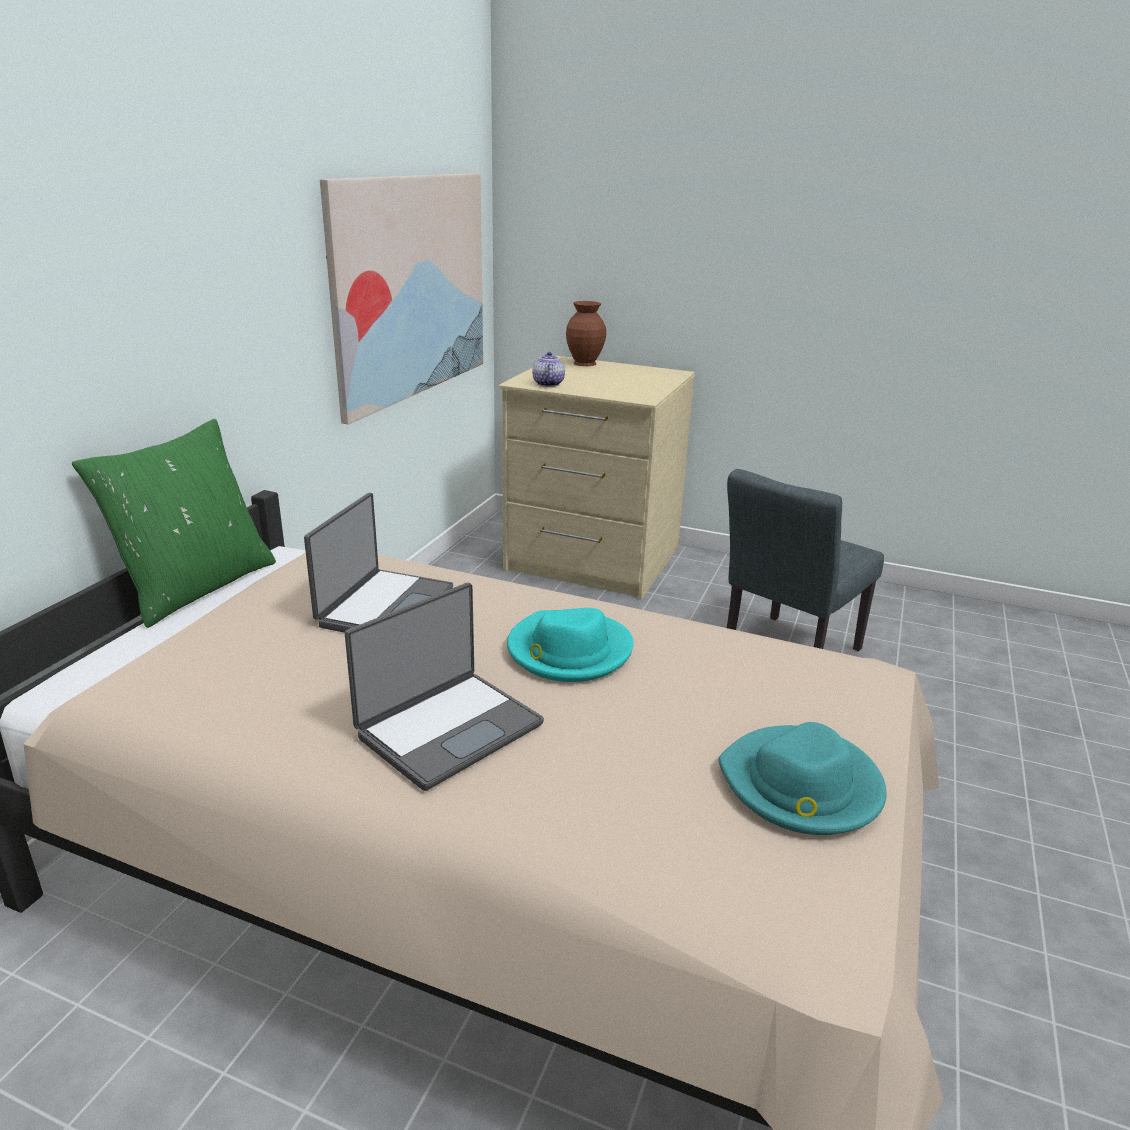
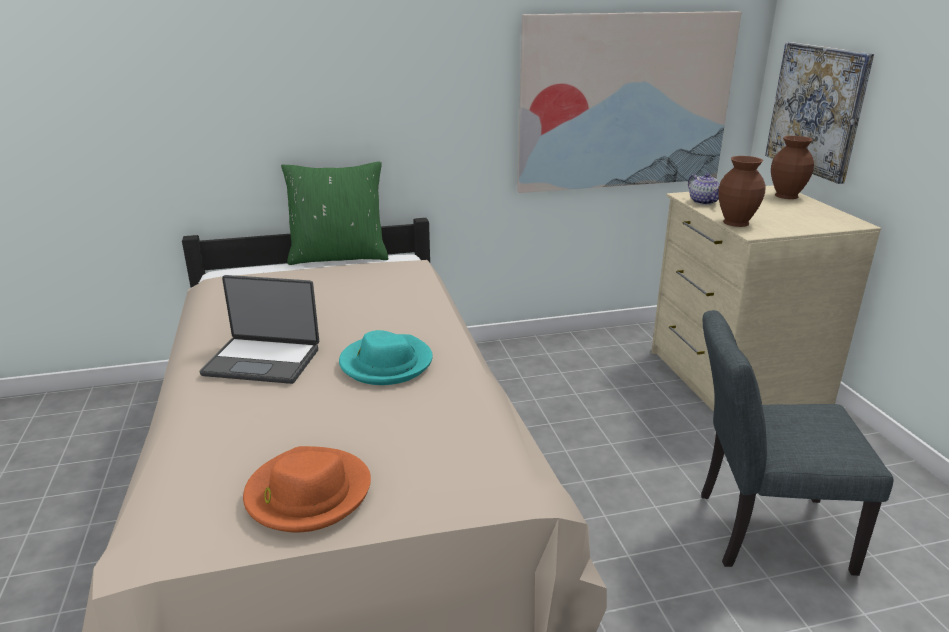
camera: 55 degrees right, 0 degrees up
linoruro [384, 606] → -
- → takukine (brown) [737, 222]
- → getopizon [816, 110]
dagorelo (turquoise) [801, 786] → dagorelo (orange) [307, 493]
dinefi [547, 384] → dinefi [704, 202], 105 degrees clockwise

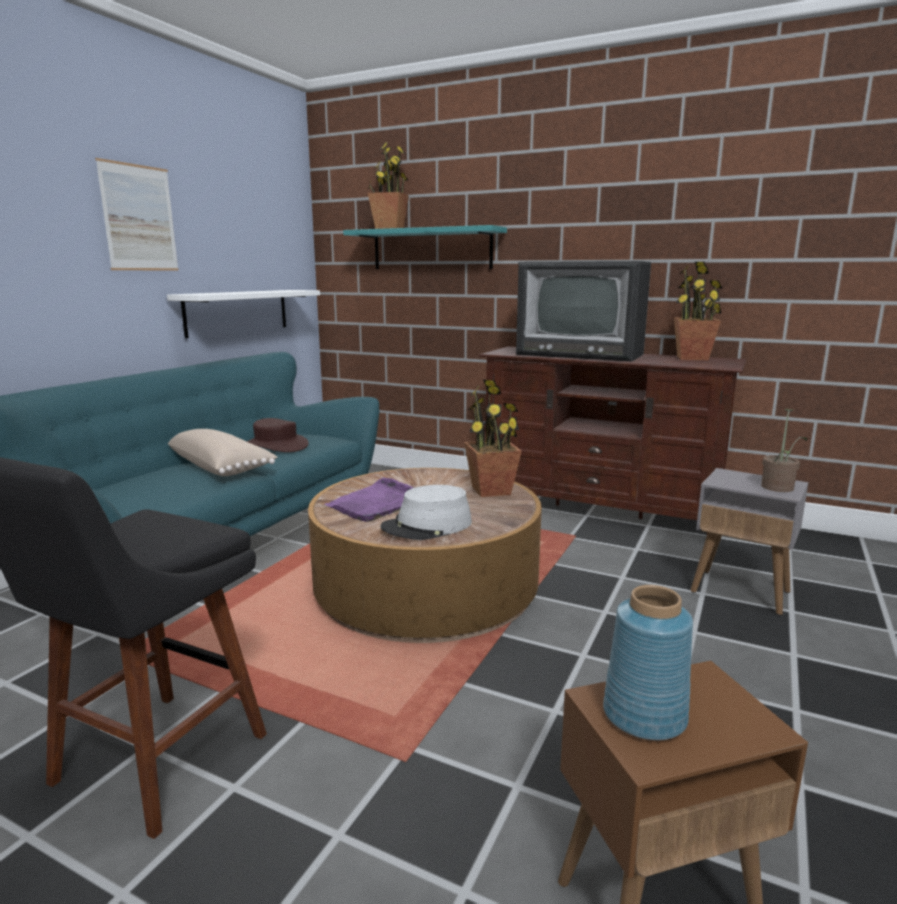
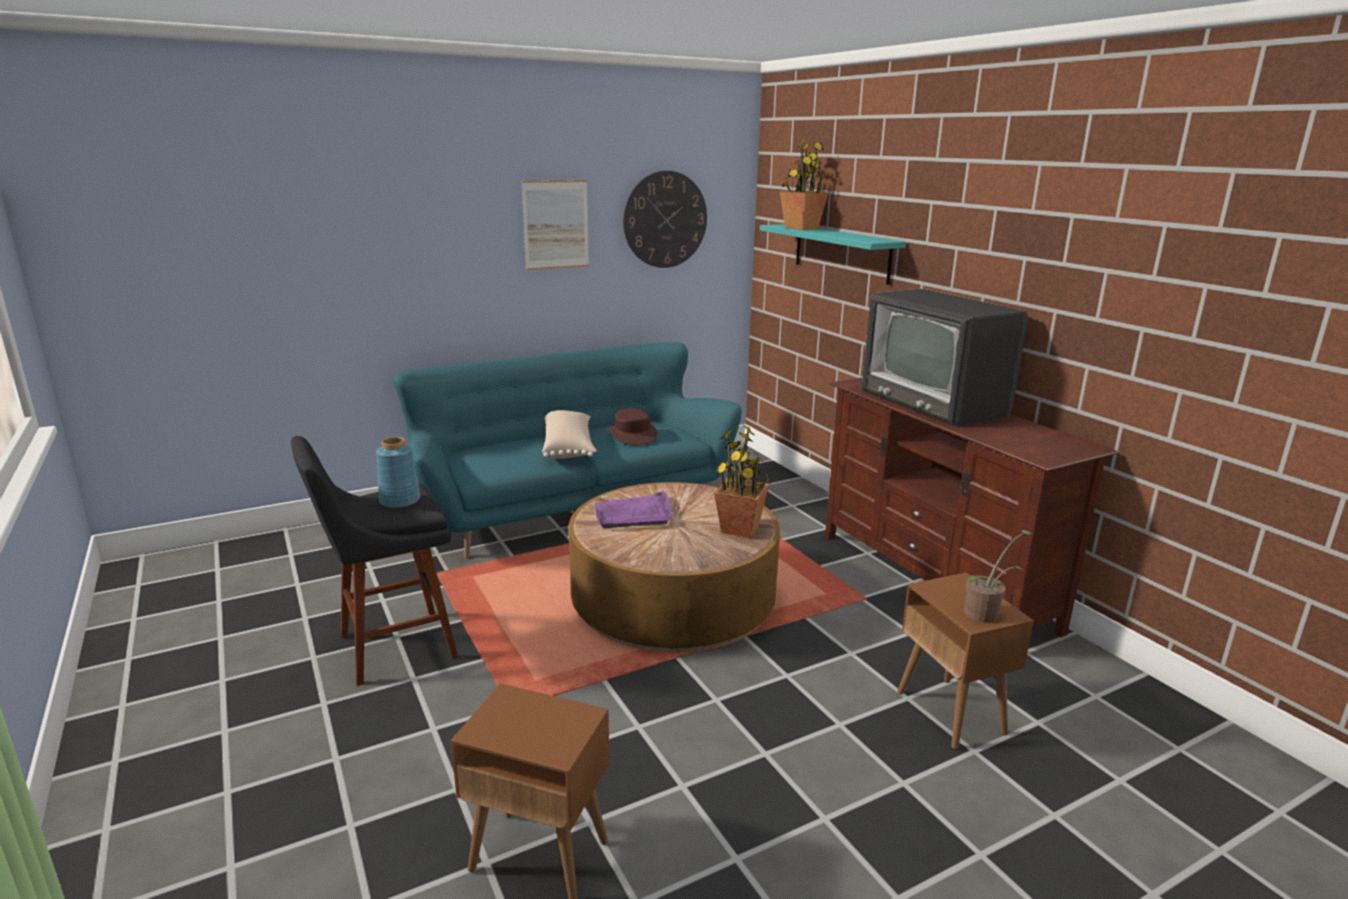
camera: 35 degrees right, 5 degrees up
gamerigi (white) [237, 312] → -
dagorelo (grey) [427, 526] → -
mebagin [693, 358] → -
- → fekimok [665, 219]
takukine (blue) [643, 715] → takukine (blue) [399, 500], relocated
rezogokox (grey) [741, 592] → rezogokox (brown) [951, 713]

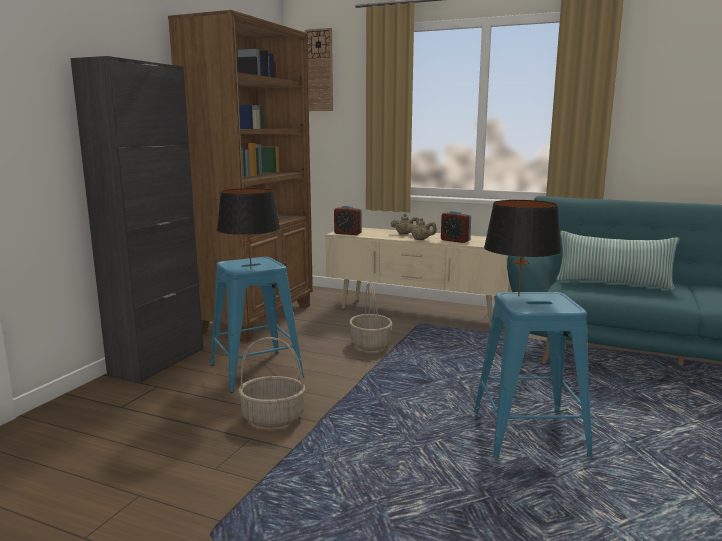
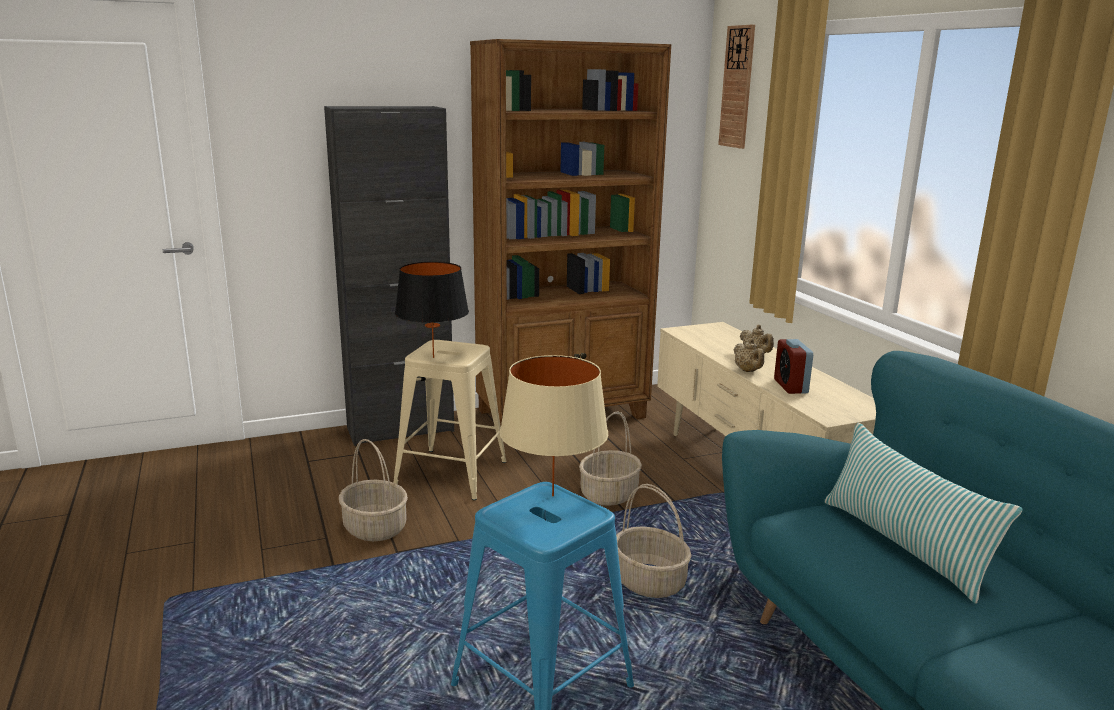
camera: 45 degrees right, 5 degrees up
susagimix [348, 233] → -
- → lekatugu [650, 582]
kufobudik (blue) [255, 371] → kufobudik (beige) [450, 474]
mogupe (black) [518, 296] → mogupe (beige) [553, 496]

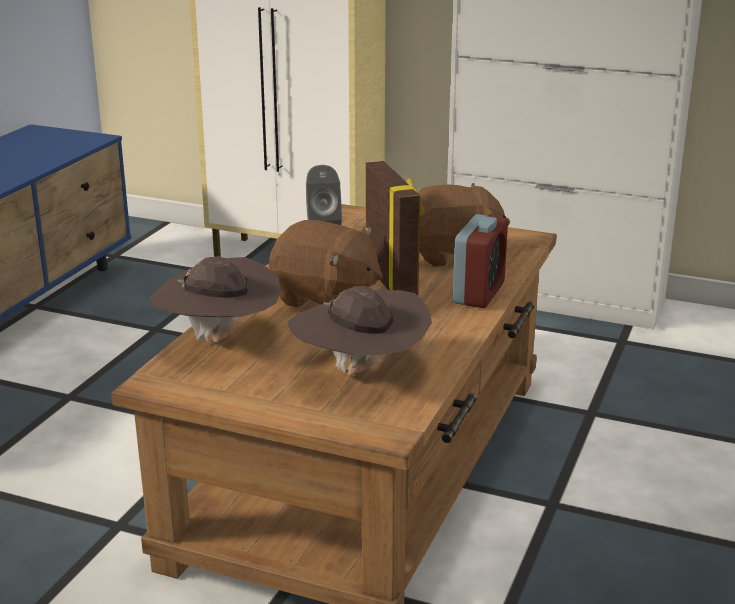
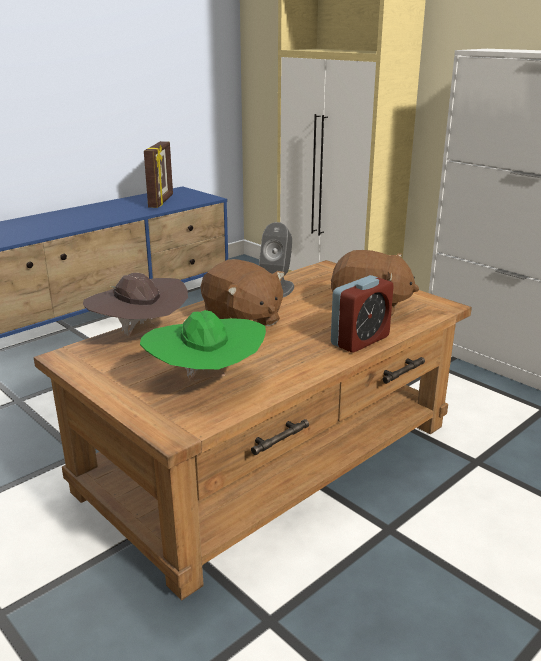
camera: 25 degrees right, 0 degrees up
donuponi [392, 282] → donuponi [161, 201], relocated
dagorelo (brown) [360, 373] → dagorelo (green) [206, 382]

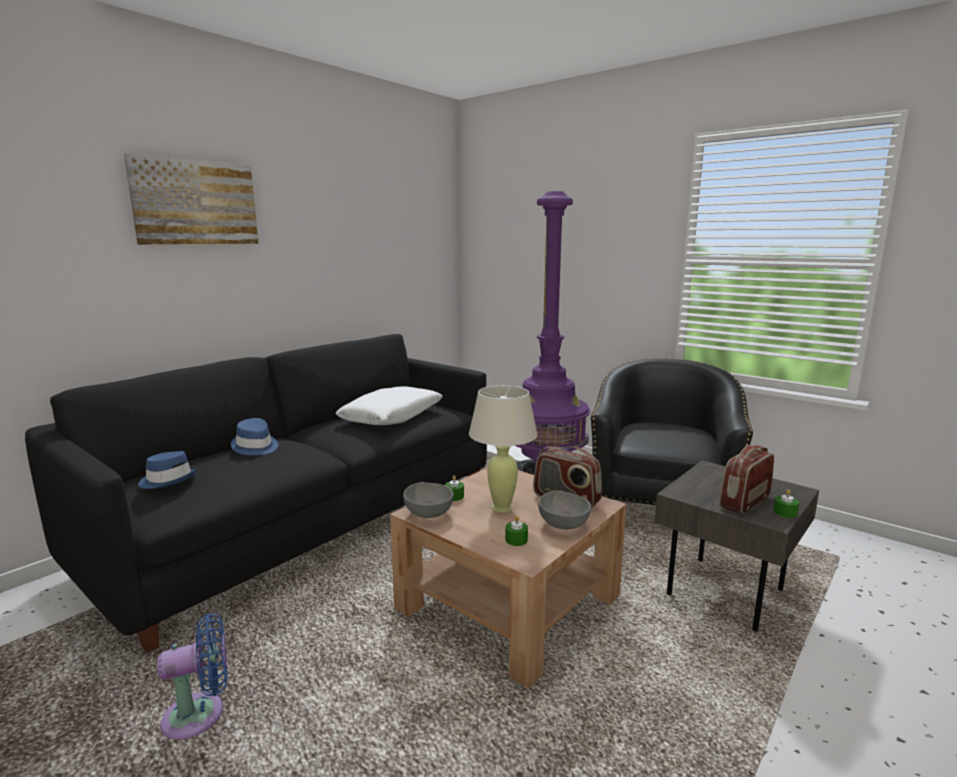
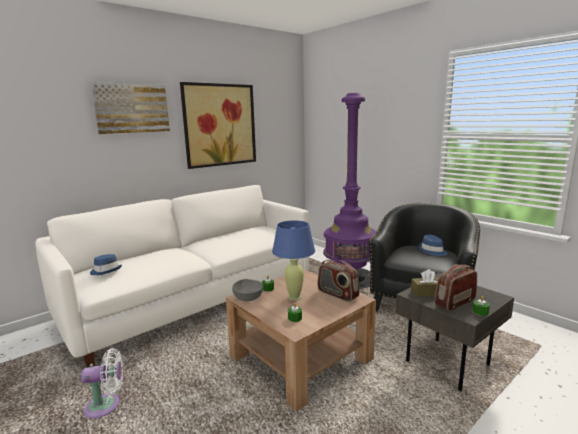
camera: 10 degrees right, 0 degrees up
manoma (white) [392, 416] → -
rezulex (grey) [564, 524] → -
- → getopizon [220, 125]
- → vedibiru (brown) [427, 292]
dagorelo (blue) [255, 447] → dagorelo (blue) [432, 251], relocated
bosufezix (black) [306, 523] → bosufezix (white) [193, 300]
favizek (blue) [200, 715] → favizek (white) [106, 406]
mogupe (beige) [502, 507] → mogupe (blue) [294, 297]

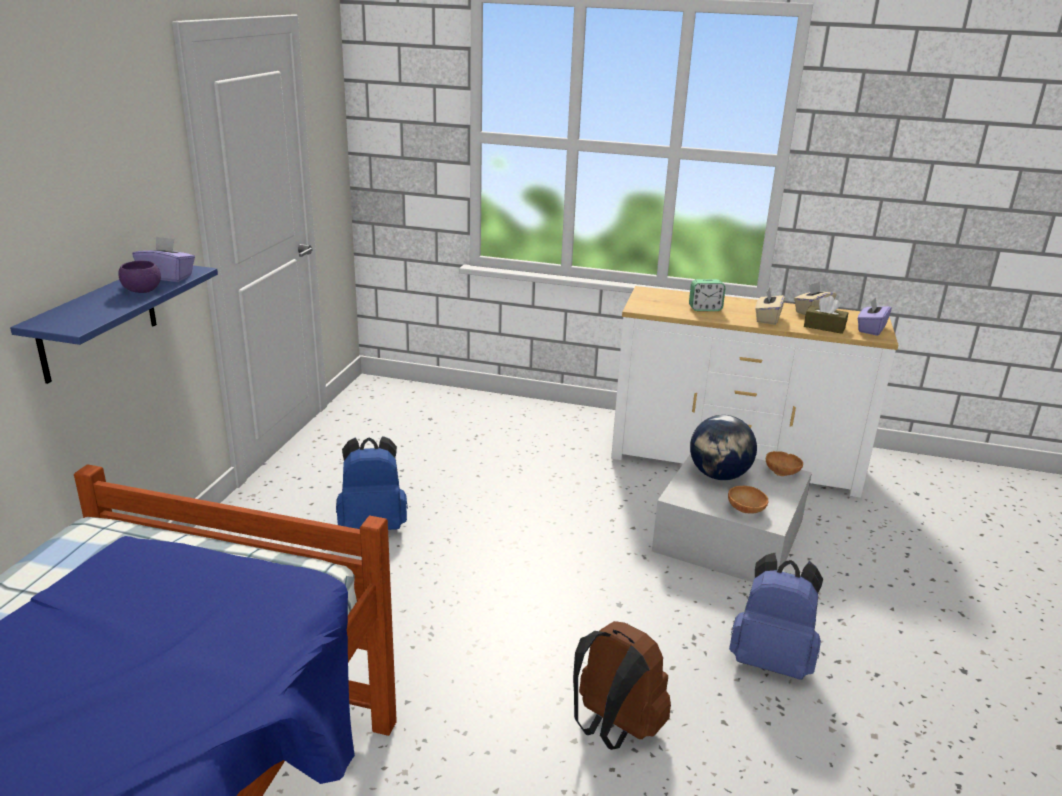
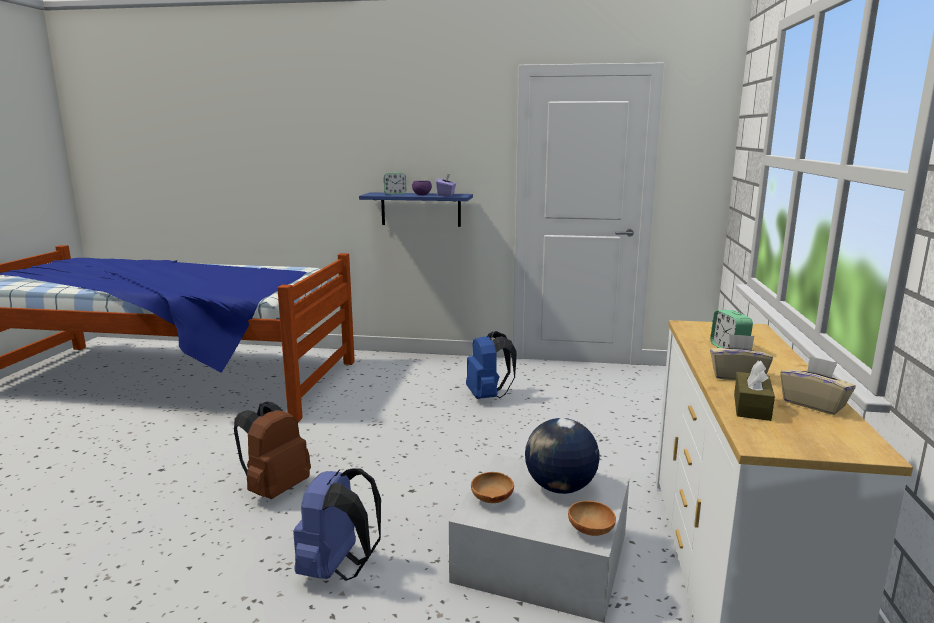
camera: 85 degrees right, 10 degrees down
vedibiru (purple) [871, 329] → -
- → susagimix [395, 193]

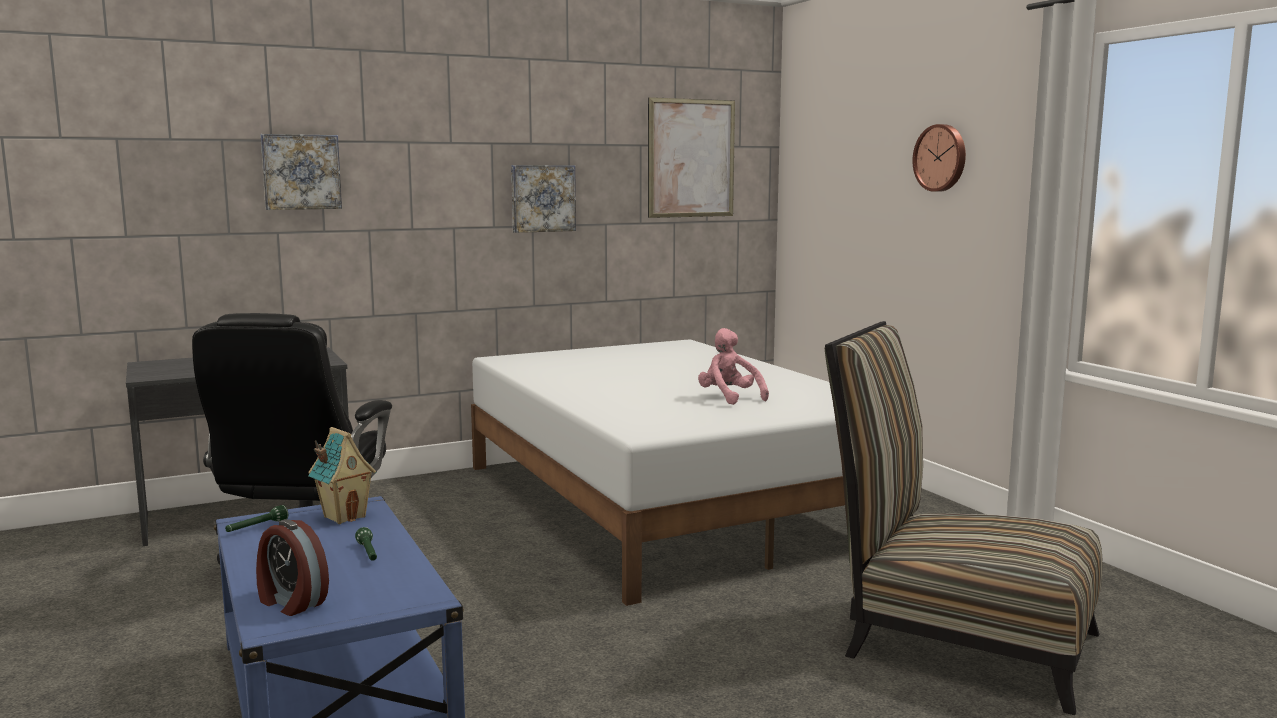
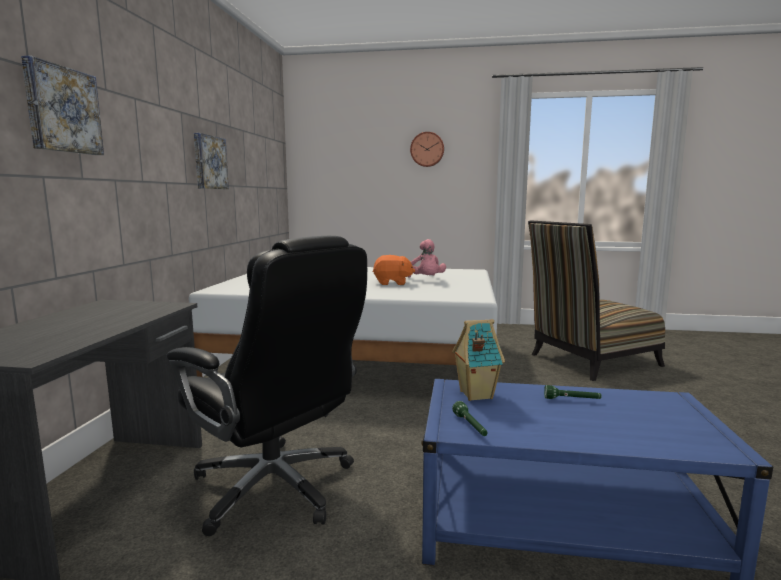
camera: 55 degrees left, 0 degrees up
susagimix [291, 602] → -
getopizon [691, 158] → -
- → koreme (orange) [392, 283]
koreme (pink) [729, 398] → koreme (pink) [426, 279], 105 degrees counterclockwise

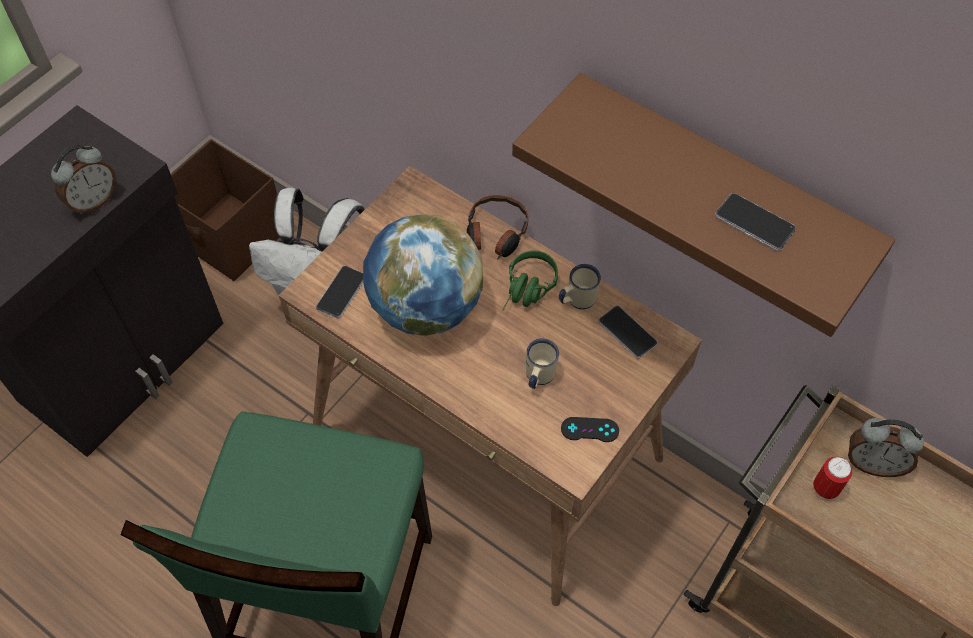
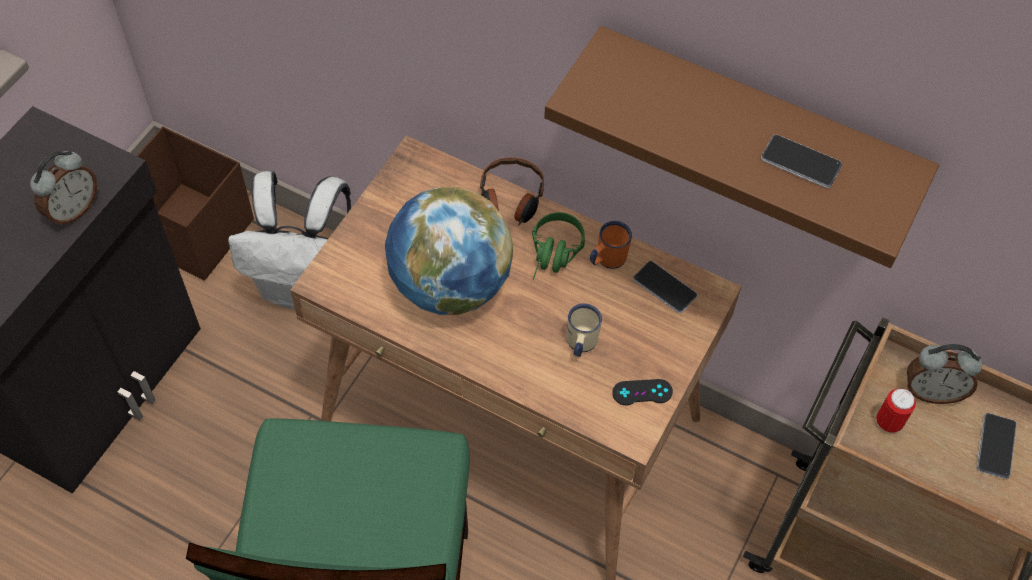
camera: 10 degrees left, 0 degrees up
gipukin [341, 292] → gipukin [995, 446], relocated
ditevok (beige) [576, 300] → ditevok (orange) [606, 259]

